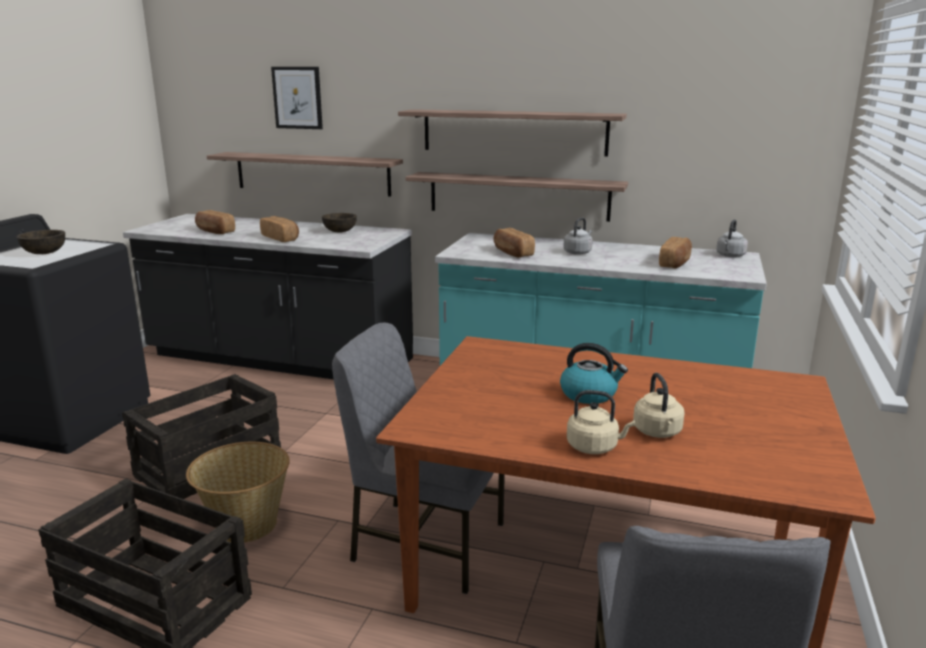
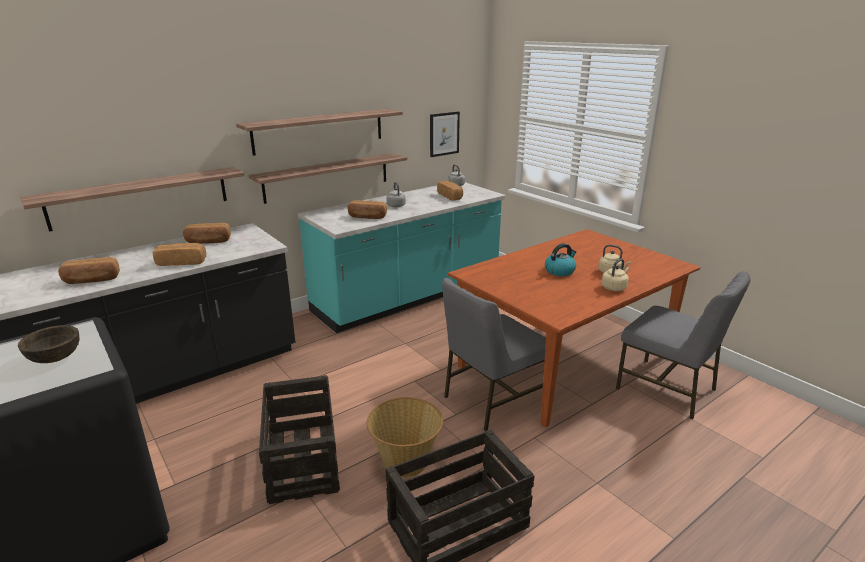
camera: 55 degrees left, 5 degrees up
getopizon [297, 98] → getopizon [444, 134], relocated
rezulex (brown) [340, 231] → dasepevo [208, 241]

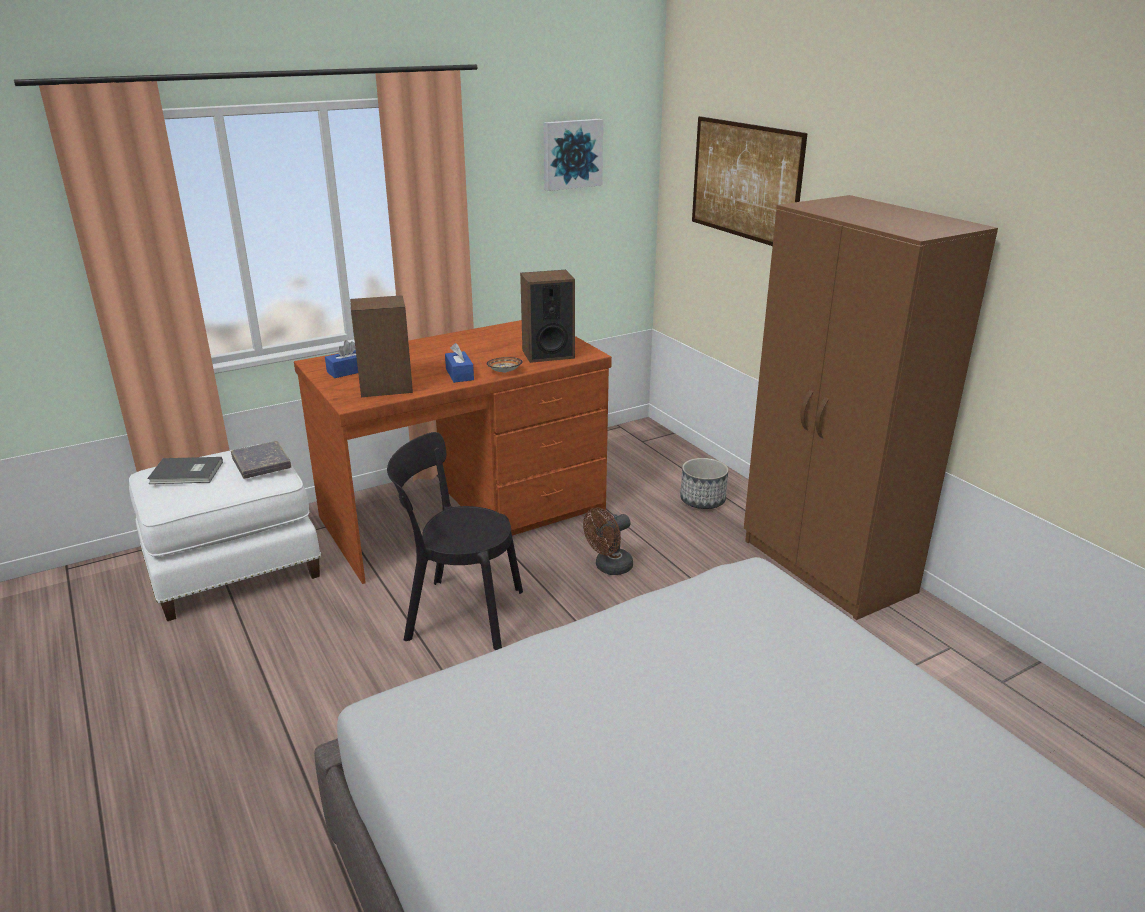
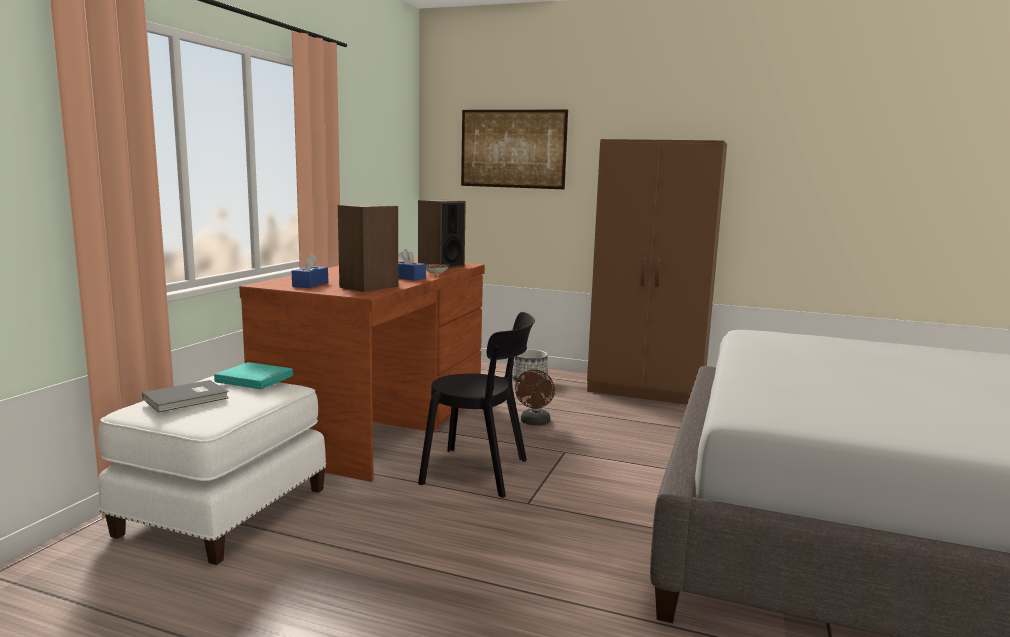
camera: 40 degrees left, 15 degrees down
getopizon [571, 154] → -
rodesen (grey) [261, 464] → rodesen (turquoise) [254, 380]
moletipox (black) [459, 613] → moletipox (black) [480, 472], 135 degrees counterclockwise

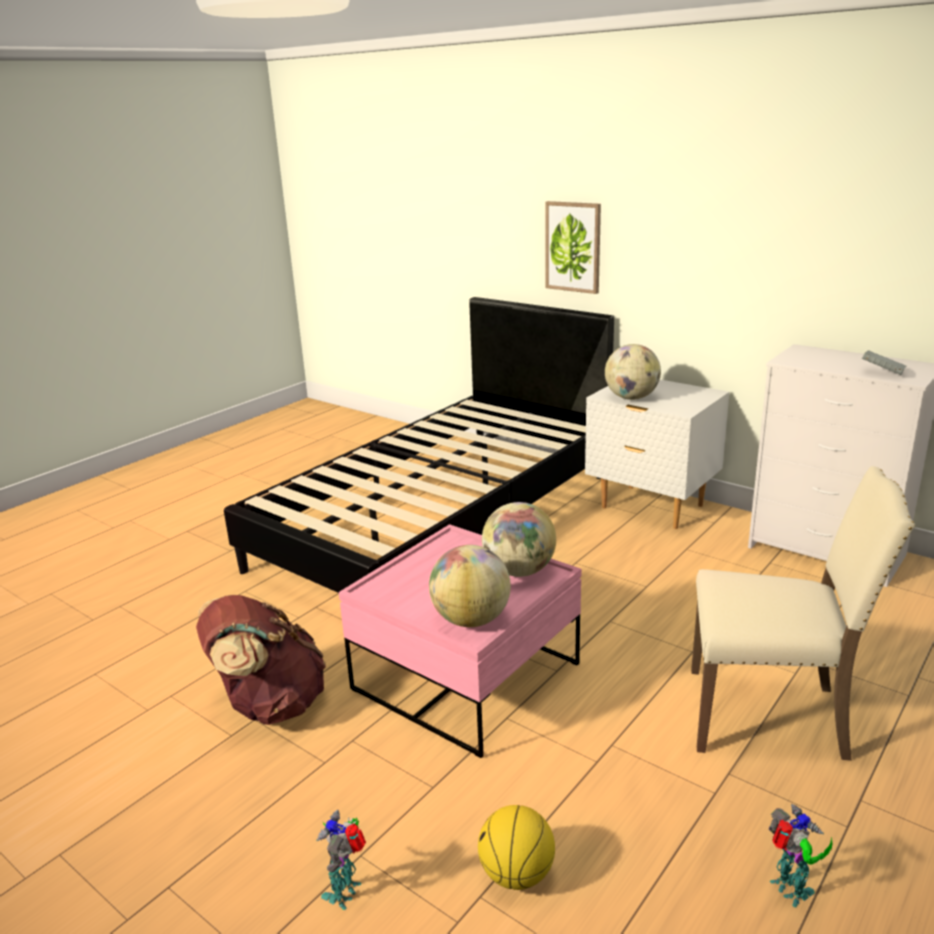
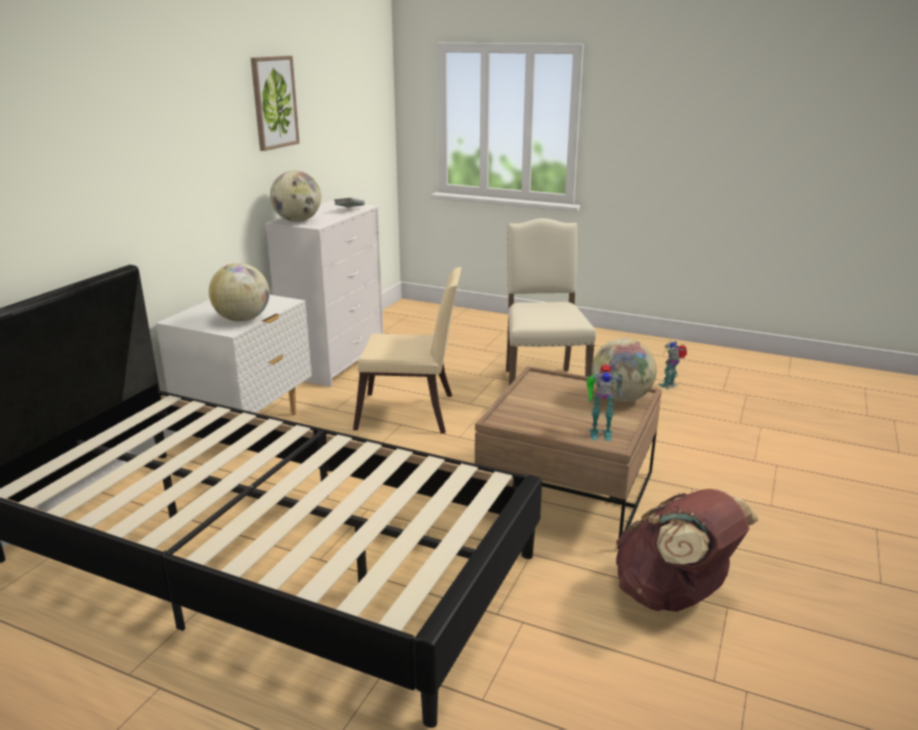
camera: 105 degrees left, 0 degrees up
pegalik [516, 874] → -
- → moletipox (beige) [412, 414]
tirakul [346, 892] → tirakul [599, 433], relocated
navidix [519, 571] → navidix [297, 221], relocated
getopizon [573, 247] → getopizon [274, 102], relocated
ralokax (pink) [466, 676] → ralokax (brown) [566, 492]

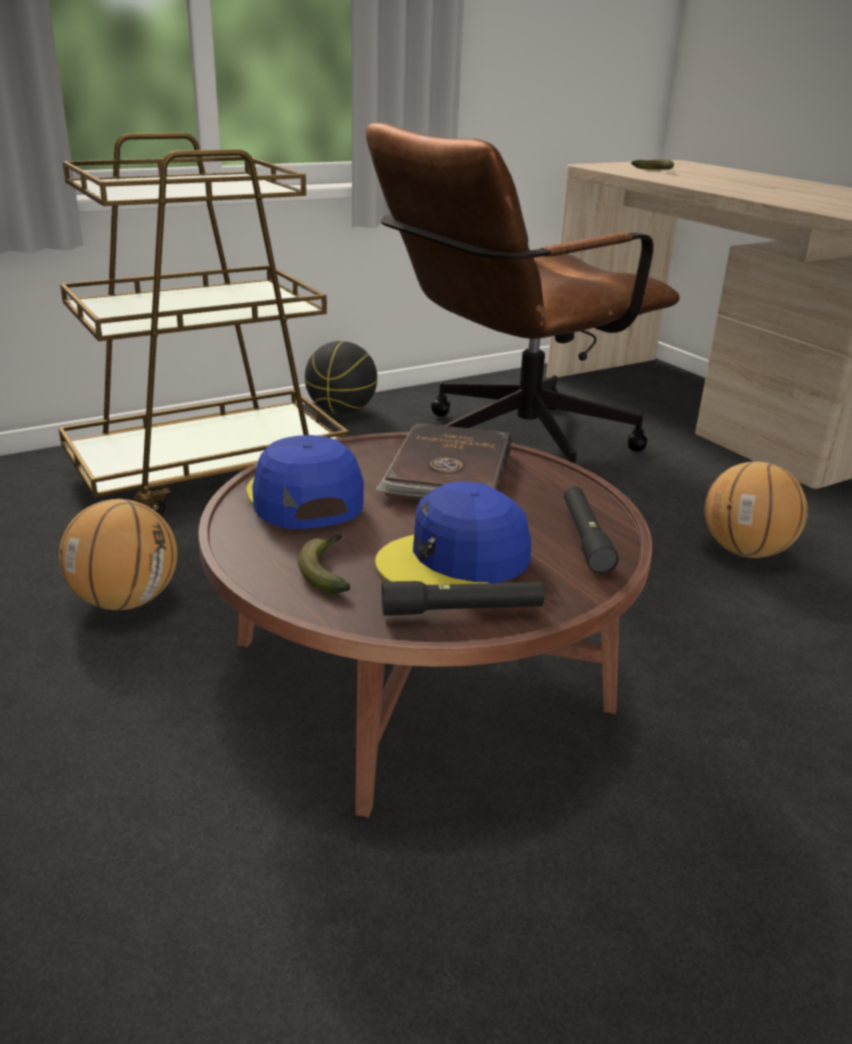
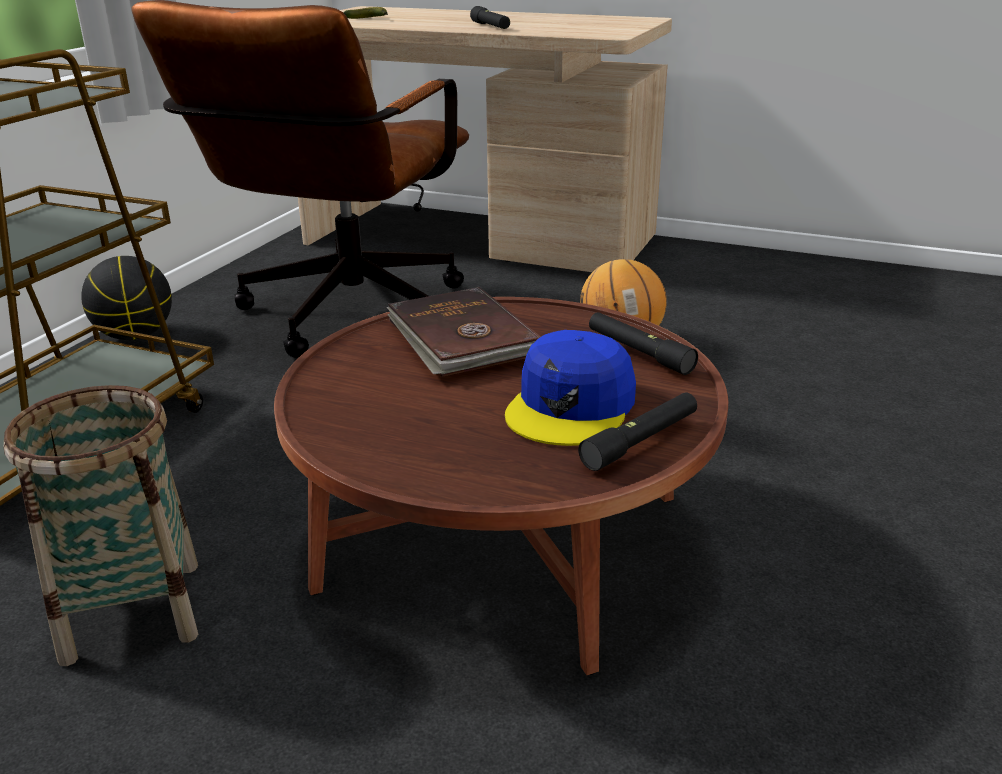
camera: 35 degrees left, 0 degrees up
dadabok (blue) [303, 497] → -
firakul [327, 570] → -
- → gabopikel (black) [490, 26]
pegalik [126, 601] → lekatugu [132, 611]

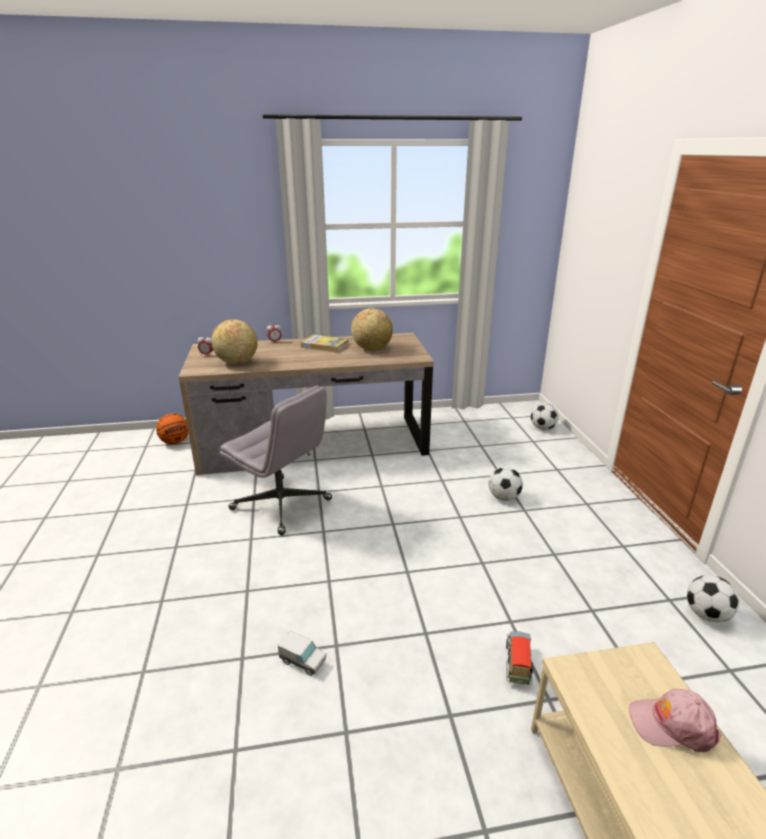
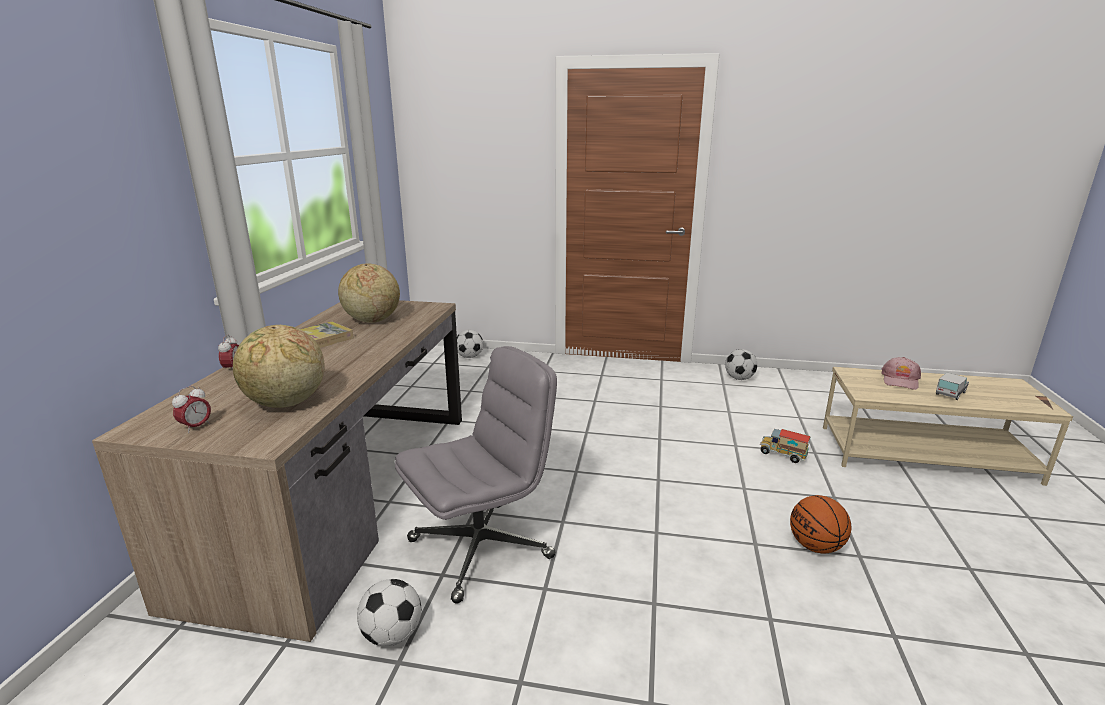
camera: 70 degrees left, 5 degrees down
pegalik [175, 442] → pegalik [815, 546], relocated
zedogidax [303, 661] → zedogidax [950, 393], relocated
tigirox [503, 497] → tigirox [392, 635], relocated

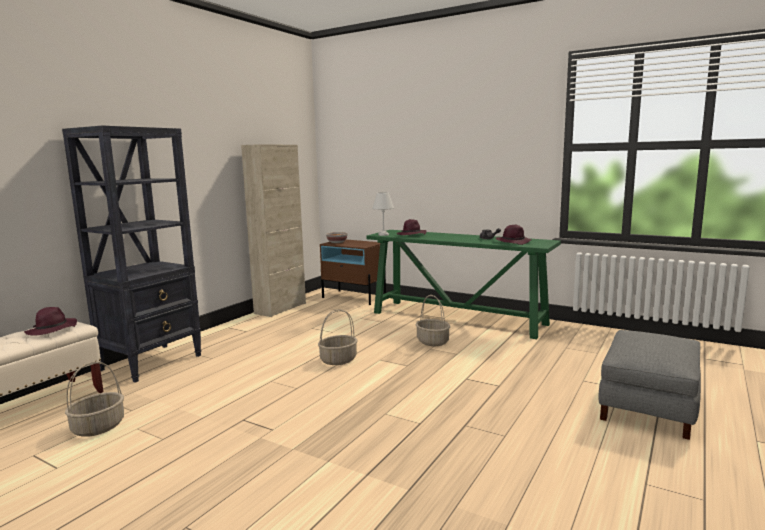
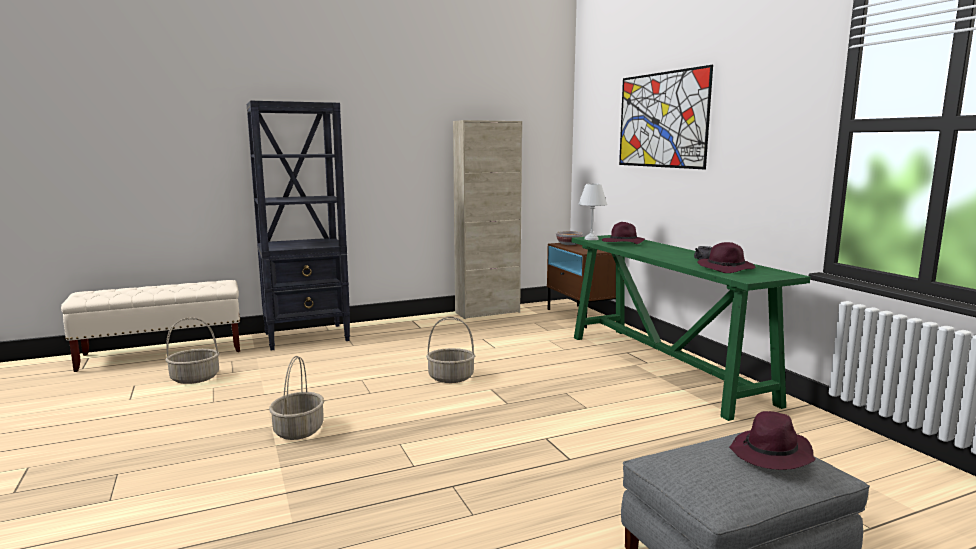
camera: 35 degrees right, 0 degrees up
- → getopizon [661, 120]
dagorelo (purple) [52, 330] → dagorelo (purple) [771, 455], relocated
lekatugu [432, 342] → lekatugu [298, 430], relocated

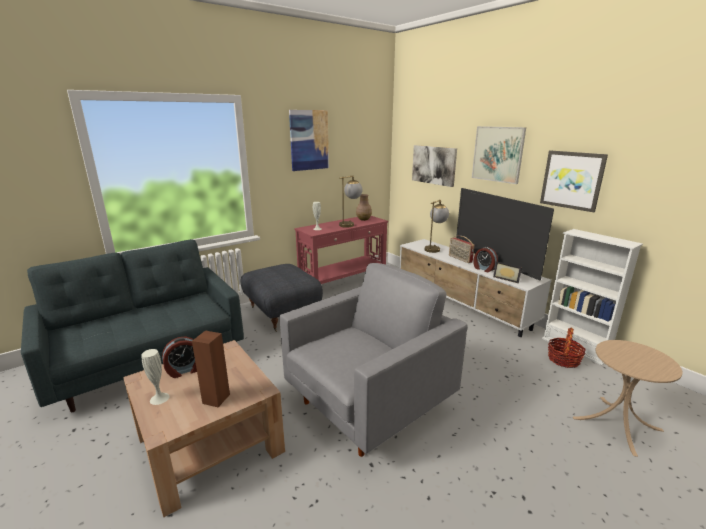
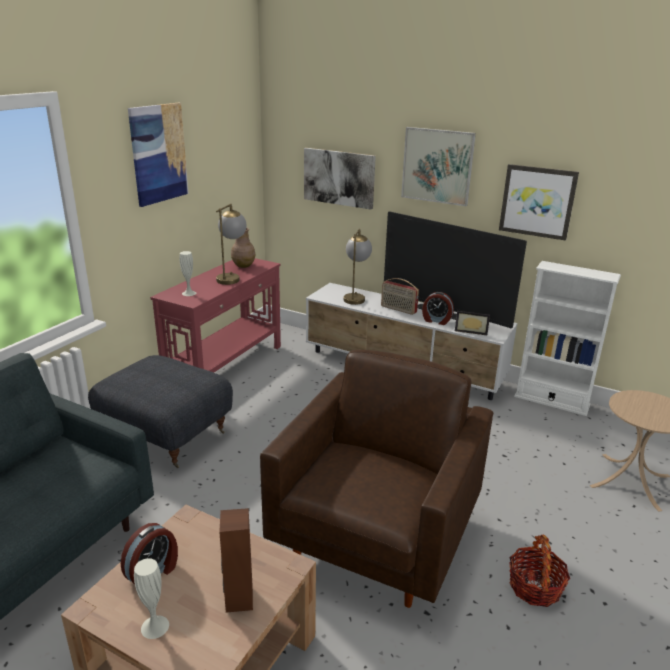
camera: 25 degrees left, 5 degrees up
lekatugu [563, 360] → lekatugu [535, 587], relocated
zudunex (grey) [369, 404] → zudunex (brown) [376, 538]

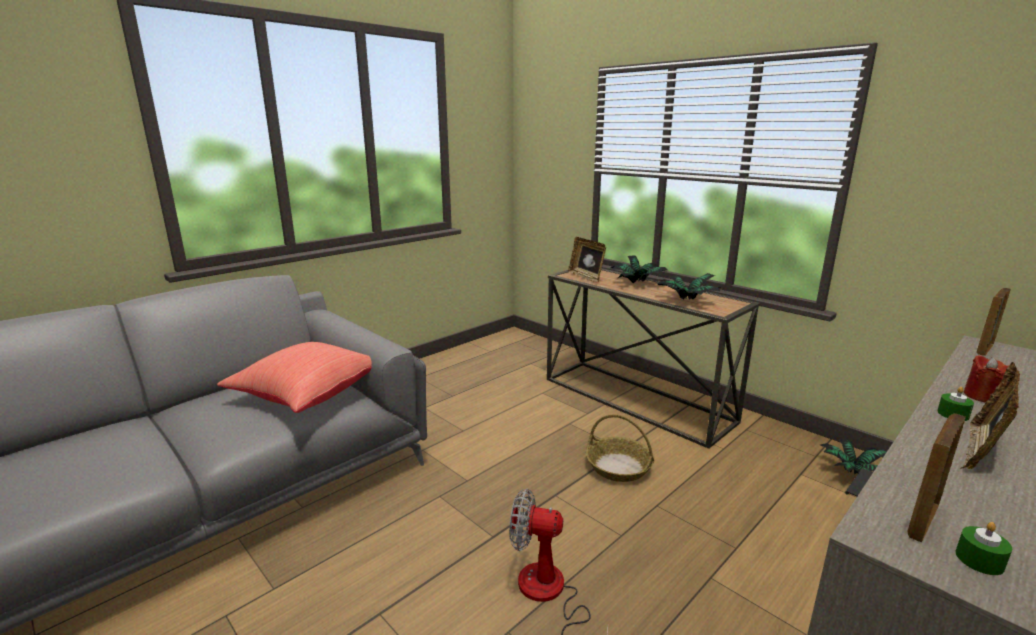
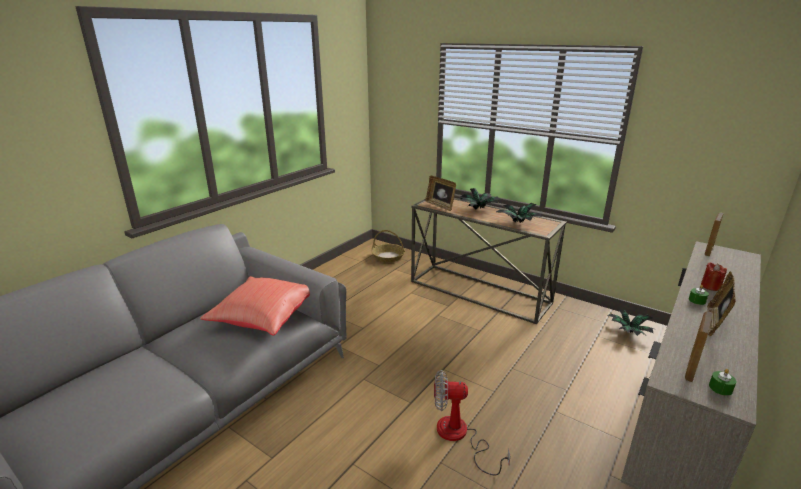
camera: 10 degrees left, 5 degrees up
lekatugu [618, 466] → lekatugu [388, 257], relocated

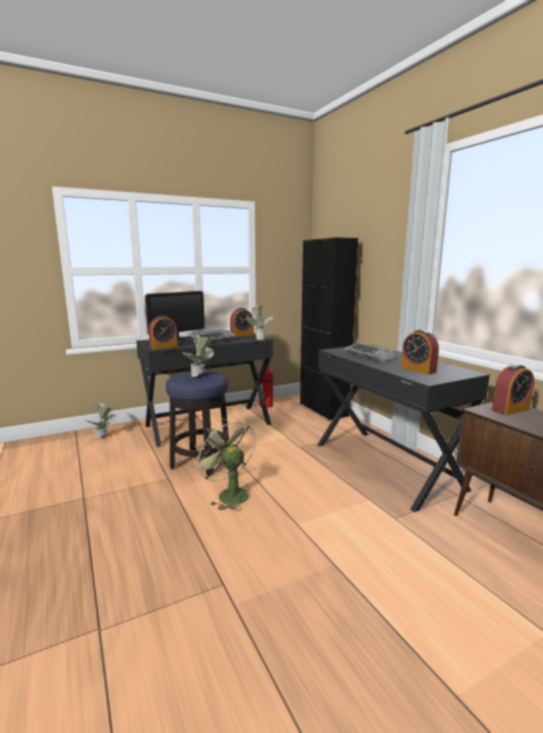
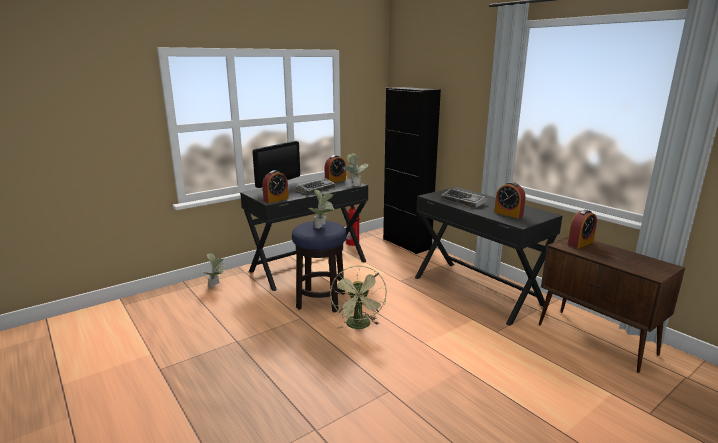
camera: 10 degrees left, 5 degrees up
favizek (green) [228, 494] → favizek (green) [359, 326], 135 degrees counterclockwise

